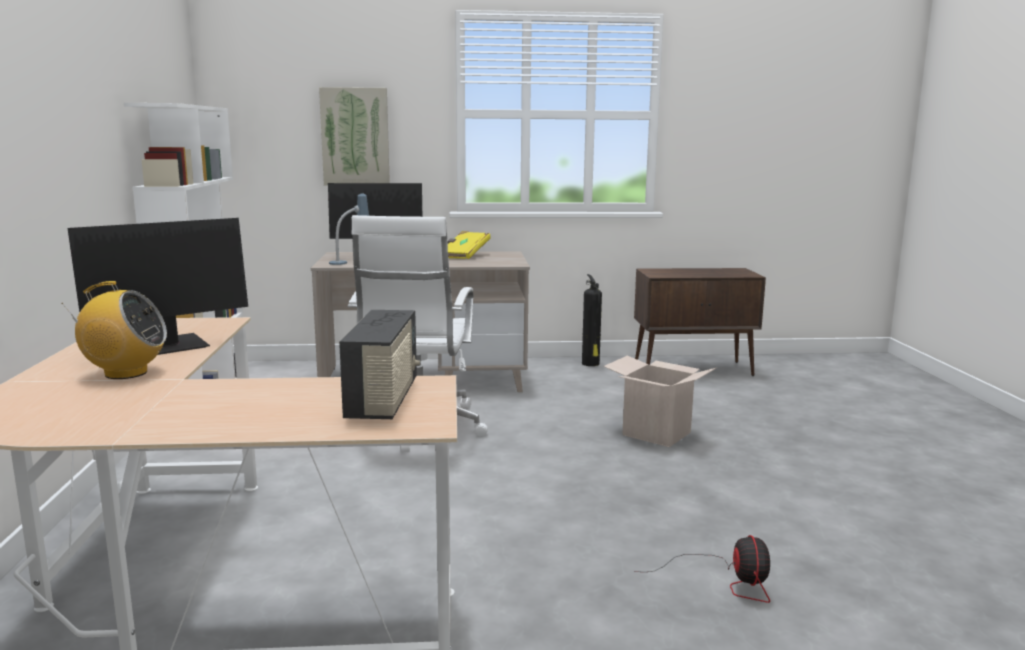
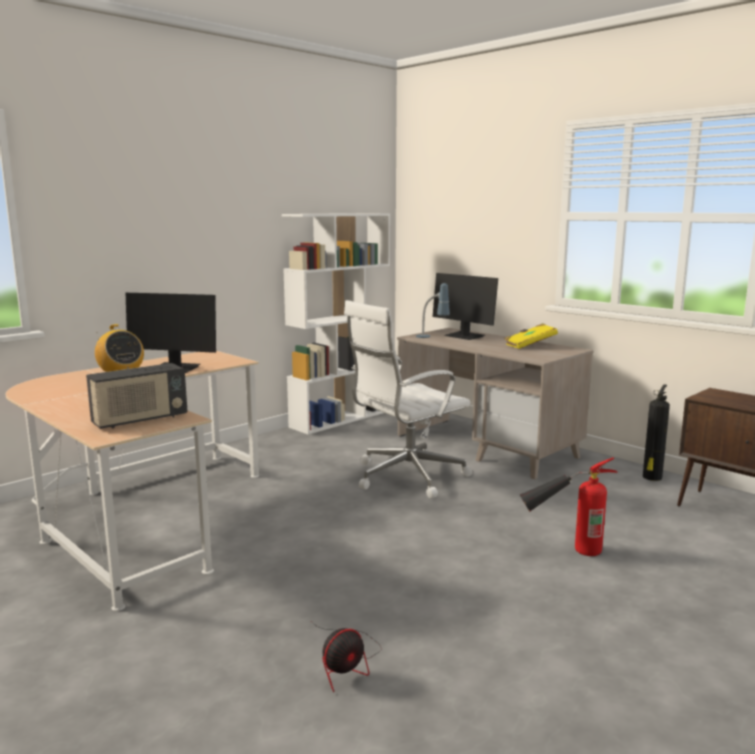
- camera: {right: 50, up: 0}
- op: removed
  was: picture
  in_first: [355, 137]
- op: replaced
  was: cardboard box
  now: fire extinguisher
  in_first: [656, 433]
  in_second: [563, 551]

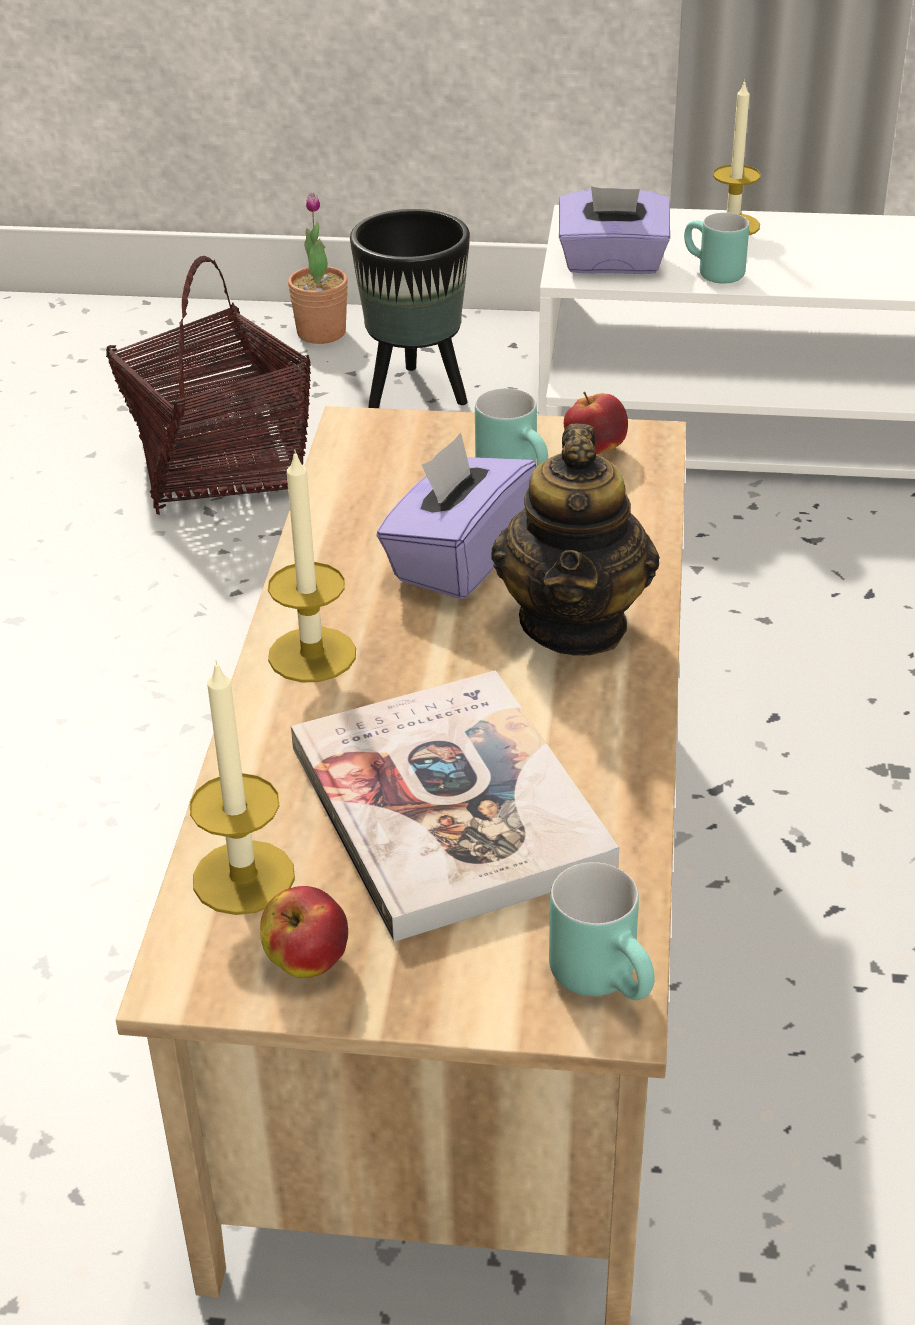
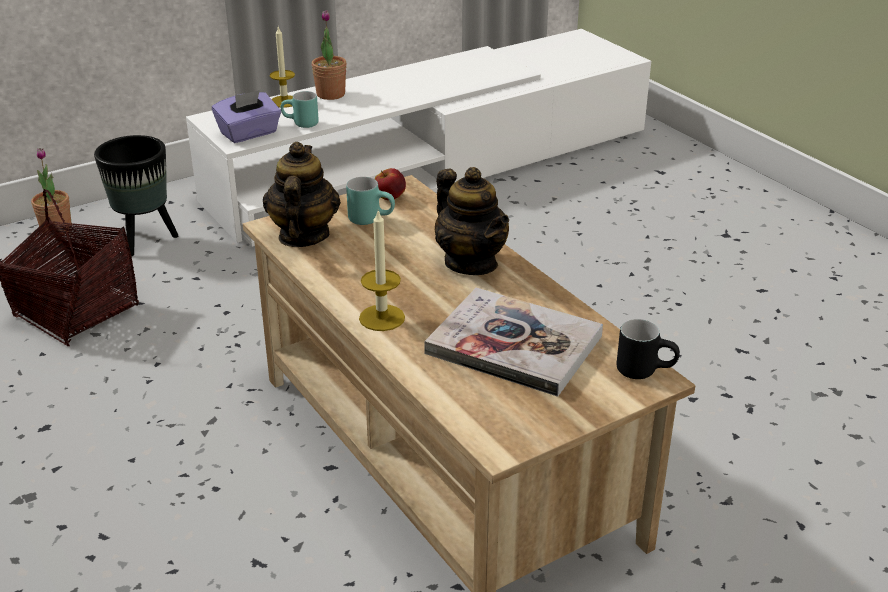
- camera: {right: -40, up: -5}
- op: removed
  was: candle
  in_first: [243, 877]
- op: removed
  was: apple
  in_first: [307, 962]
- op: removed
  was: purple tissue box
  in_first: [458, 559]
- op: added
  now: teapot
  in_second: [303, 236]
- op: added
  now: potted plant
  in_second: [330, 94]
- op: recoloured
  was: turquoise mug
  now: black mug
  in_first: [609, 980]
  in_second: [645, 370]

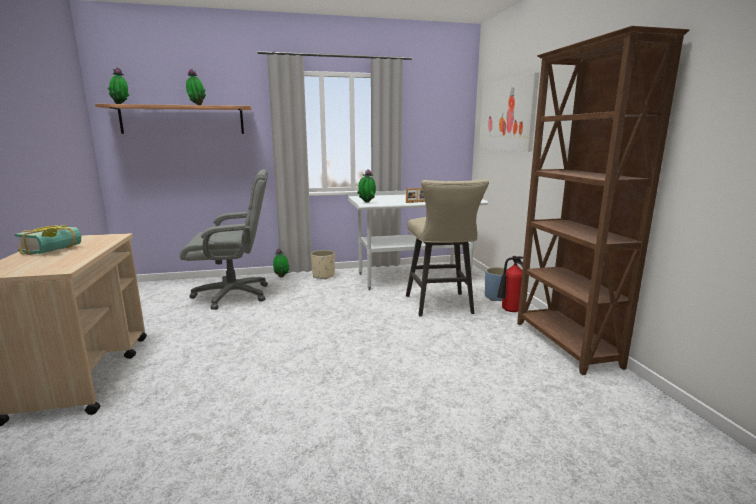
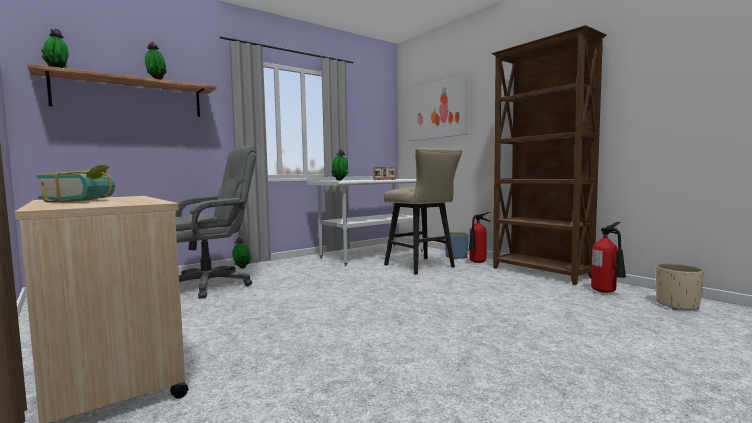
- camera: {right: -25, up: -10}
- op: added
  now: fire extinguisher
  in_second: [607, 292]
- op: moved
  was: beige planter
  in_first: [323, 276]
  in_second: [677, 305]

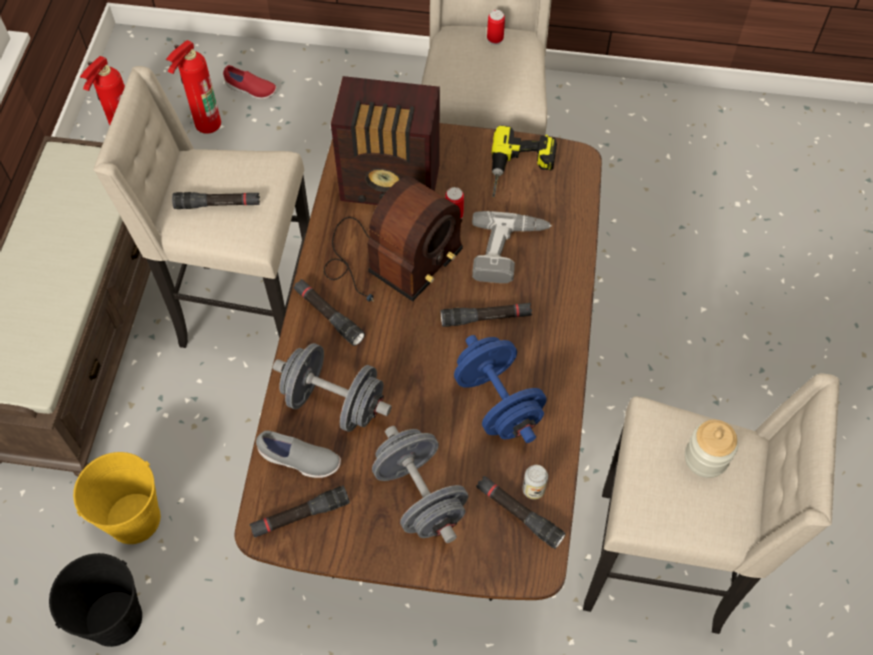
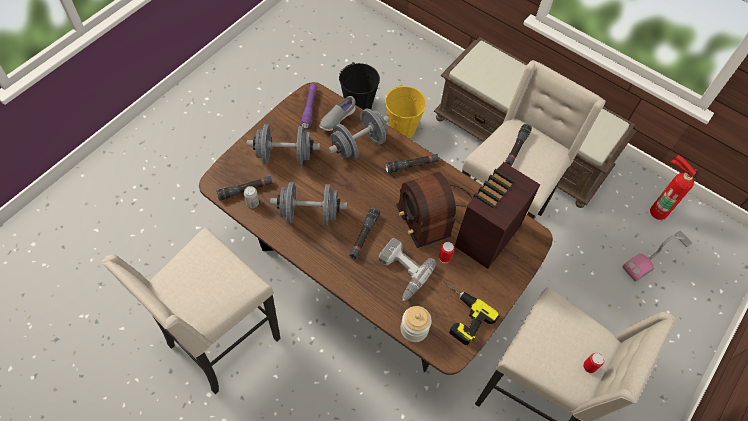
- camera: {right: 115, up: 0}
- op: removed
  was: red shoe
  in_first: [251, 90]
- op: moved
  was: jar
  in_first: [706, 458]
  in_second: [414, 329]
- op: replaced
  was: fire extinguisher
  now: vacuum cleaner
  in_first: [204, 124]
  in_second: [656, 256]
- op: recoloured
  was: black flashlight
  now: purple flashlight
  in_first: [300, 516]
  in_second: [309, 108]
- op: recoloured
  was: blue dumbbell
  now: grey dumbbell
  in_first: [498, 403]
  in_second: [309, 214]

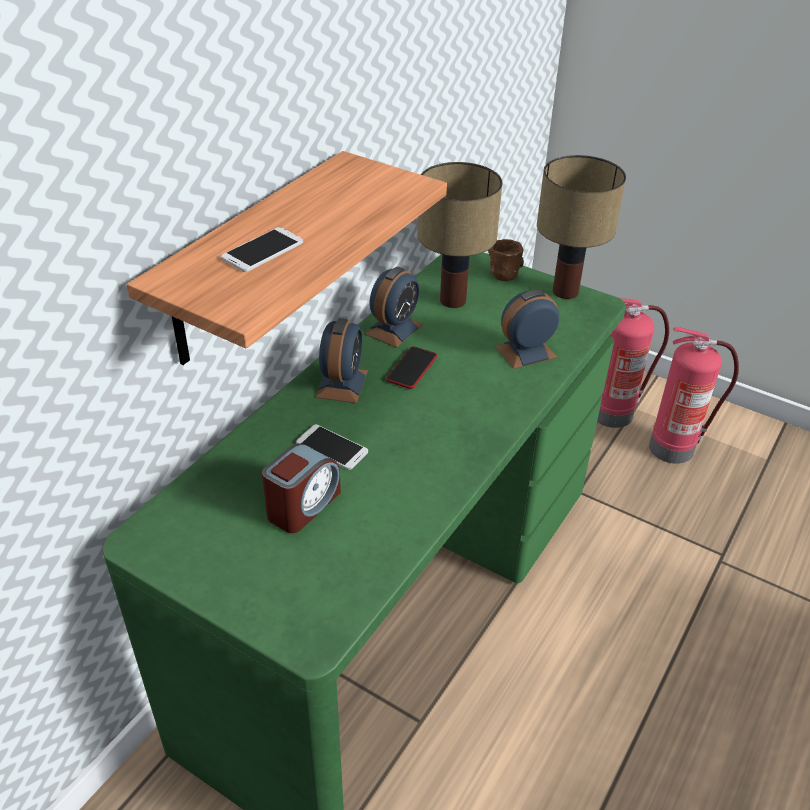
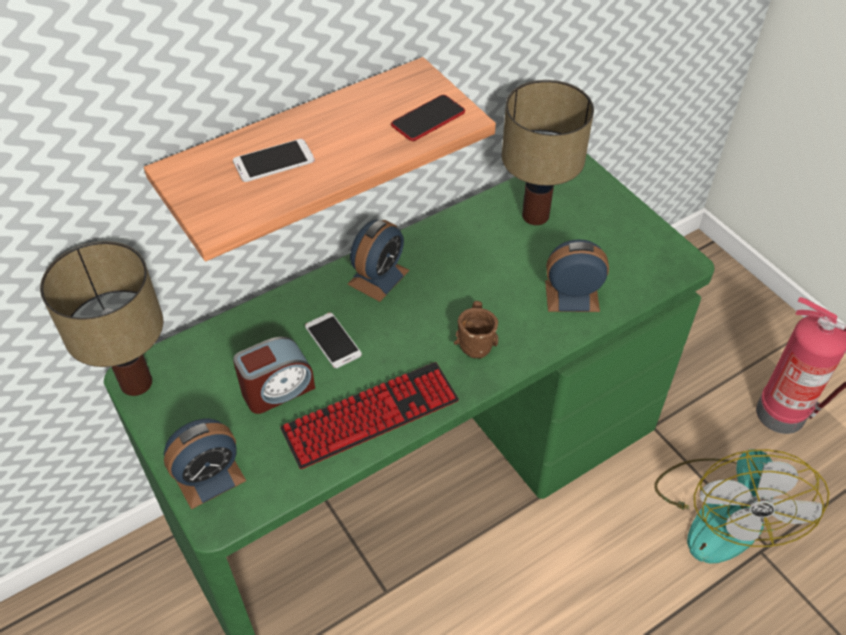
- camera: {right: 25, up: 10}
- op: removed
  was: fire extinguisher
  in_first: [613, 412]
- op: added
  now: keyboard
  in_second: [371, 416]
- op: added
  now: fan
  in_second: [722, 511]
- op: moved
  was: alarm clock
  in_first: [394, 329]
  in_second: [209, 477]
- op: moved
  was: phone
  in_first: [411, 368]
  in_second: [428, 119]
- op: moved
  was: brown mug
  in_first: [498, 270]
  in_second: [473, 337]
- op: moved
  was: table lamp
  in_first: [566, 291]
  in_second: [138, 382]

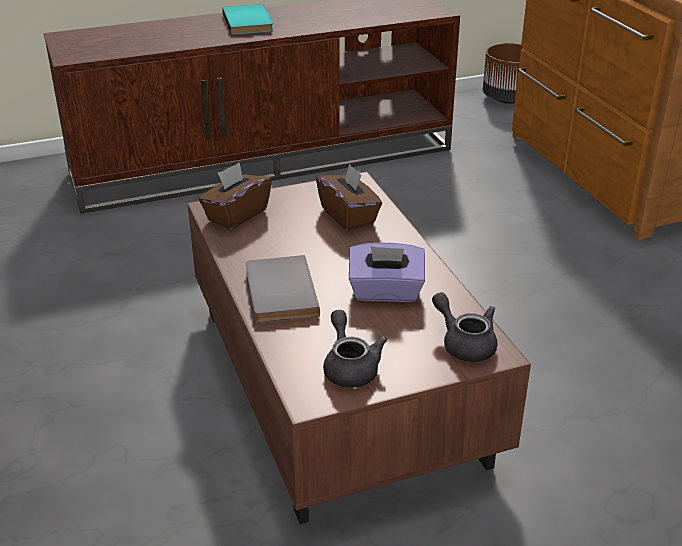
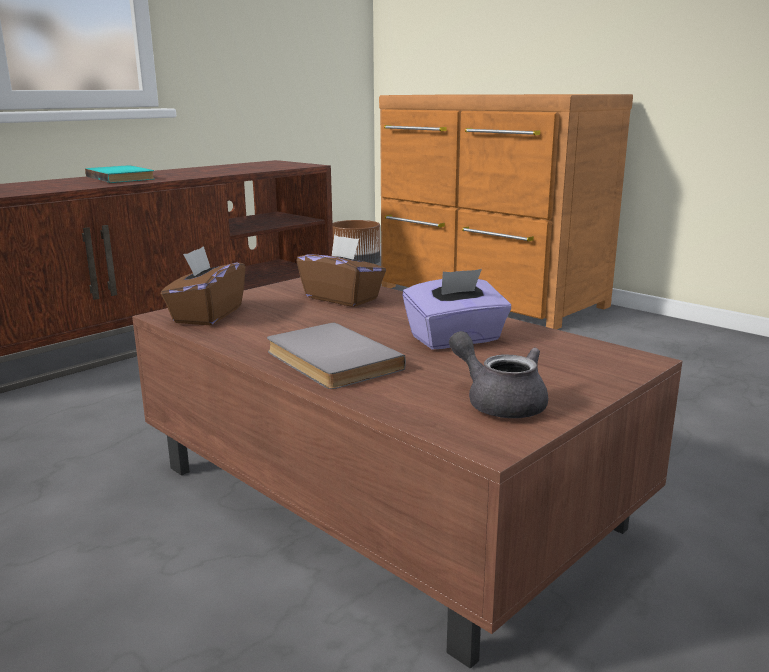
- camera: {right: -25, up: -15}
- op: removed
  was: grey teapot
  in_first: [464, 343]

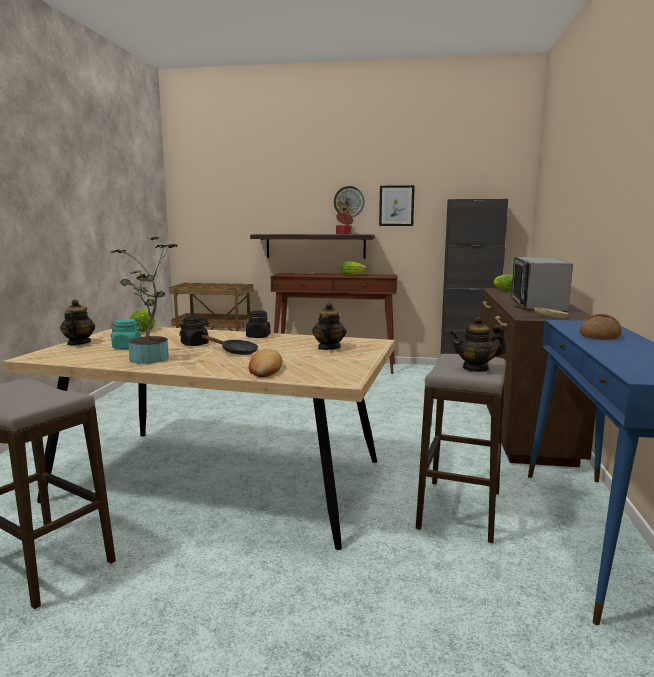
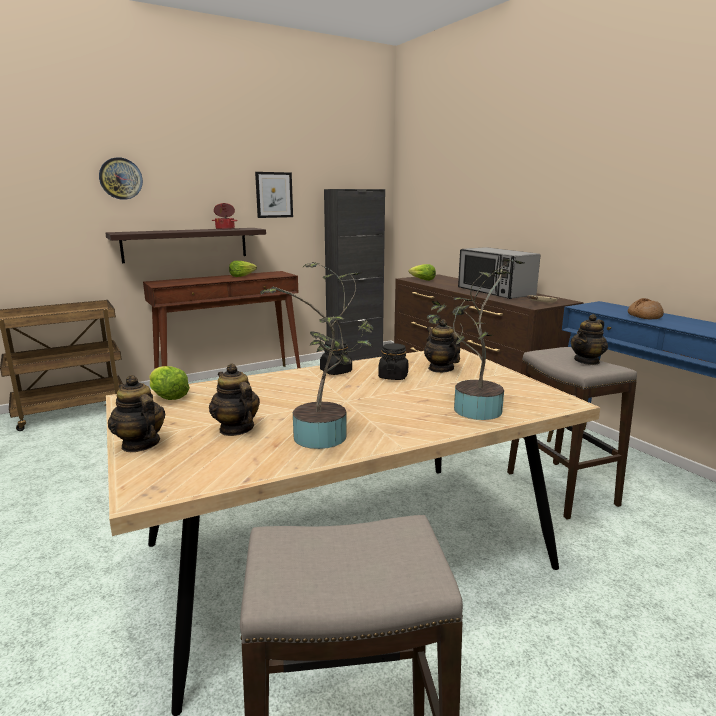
- camera: {right: -40, up: 5}
- op: removed
  was: black frying pan
  in_first: [235, 352]
- op: moved
  was: black jar
  in_first: [195, 344]
  in_second: [393, 376]
- op: moved
  was: wall clock
  in_first: [349, 202]
  in_second: [120, 178]
- op: replaced
  was: turquoise jar
  now: teapot
  in_first: [127, 347]
  in_second: [236, 429]
- op: replaced
  was: bread
  now: potted plant
  in_first: [264, 369]
  in_second: [471, 410]

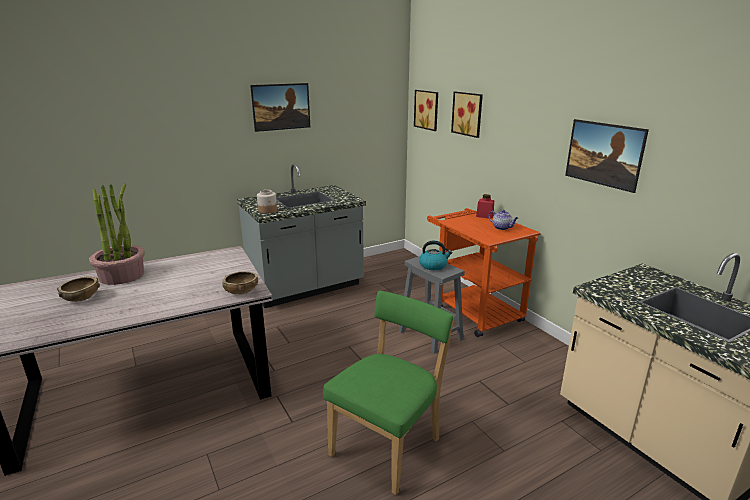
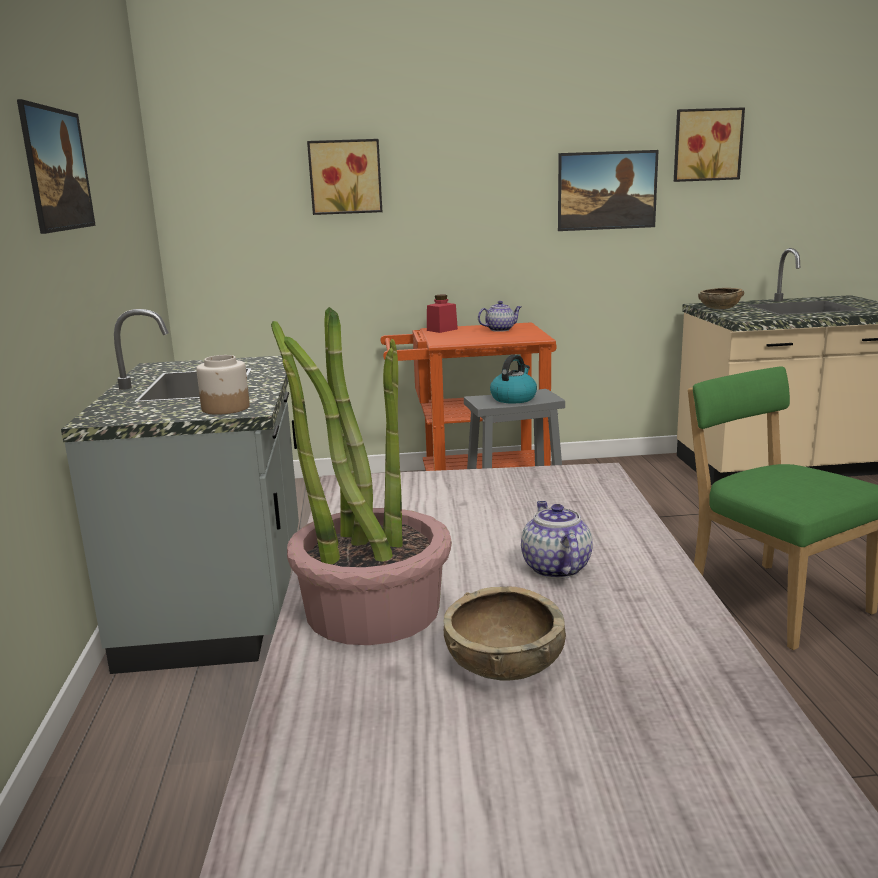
- camera: {right: -65, up: -5}
- op: added
  now: teapot
  in_second: [554, 568]
- op: moved
  was: brown bowl
  in_first: [241, 291]
  in_second: [720, 308]
- op: moved
  was: picture
  in_first: [427, 110]
  in_second: [706, 145]

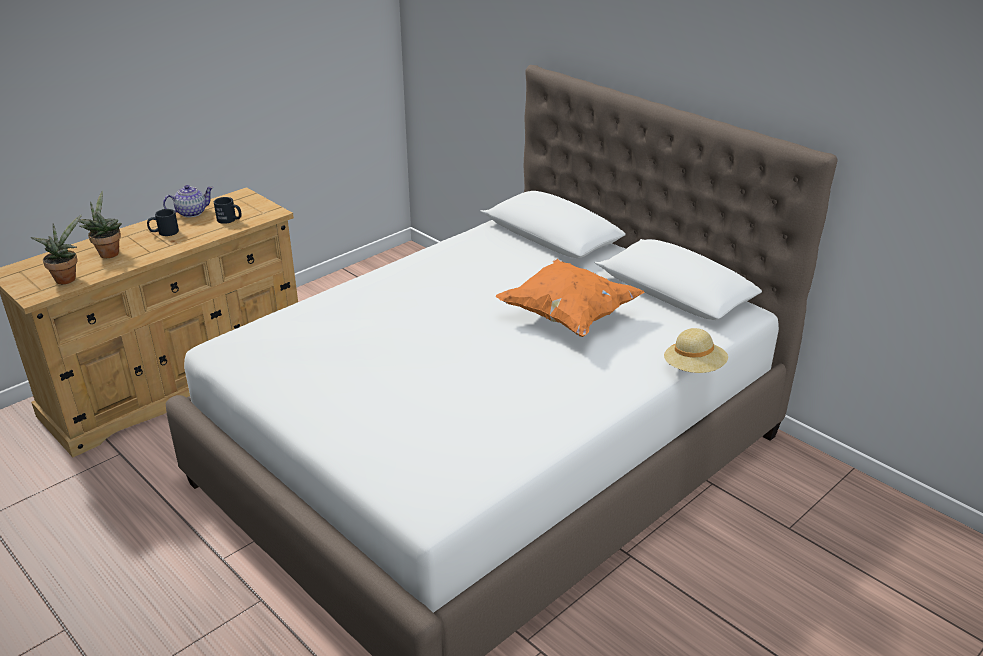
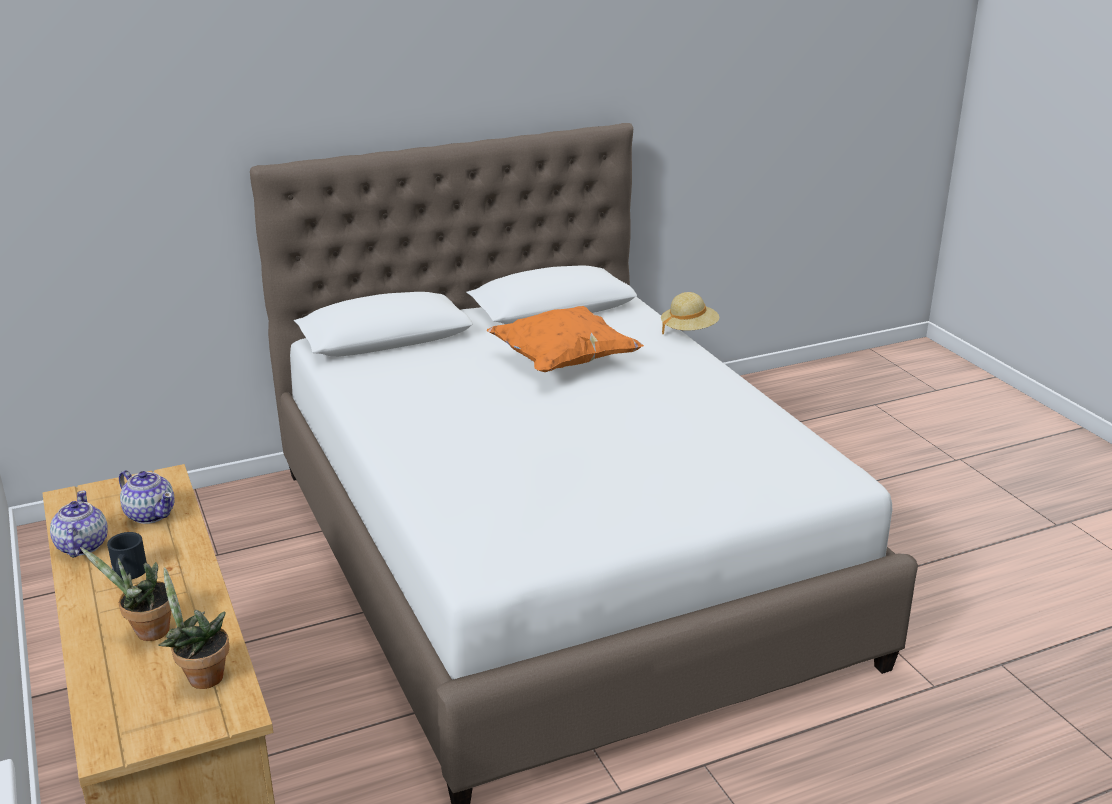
- camera: {right: -70, up: -5}
- op: replaced
  was: black mug
  now: teapot
  in_first: [230, 220]
  in_second: [150, 514]

